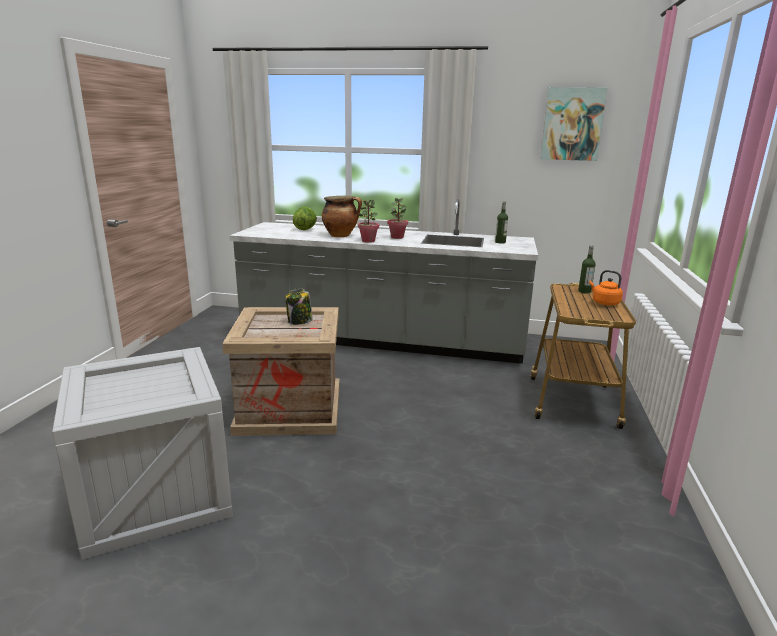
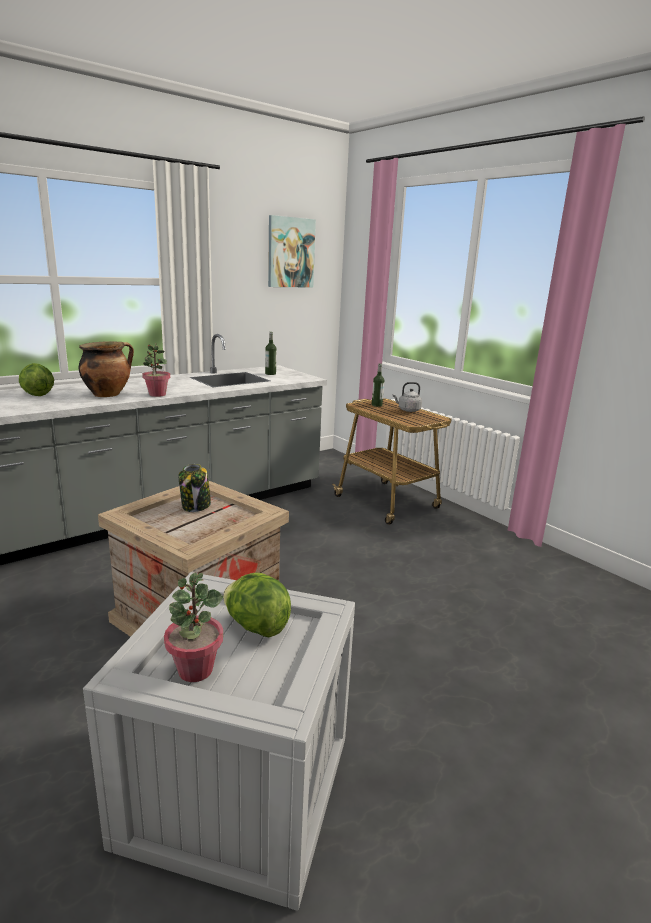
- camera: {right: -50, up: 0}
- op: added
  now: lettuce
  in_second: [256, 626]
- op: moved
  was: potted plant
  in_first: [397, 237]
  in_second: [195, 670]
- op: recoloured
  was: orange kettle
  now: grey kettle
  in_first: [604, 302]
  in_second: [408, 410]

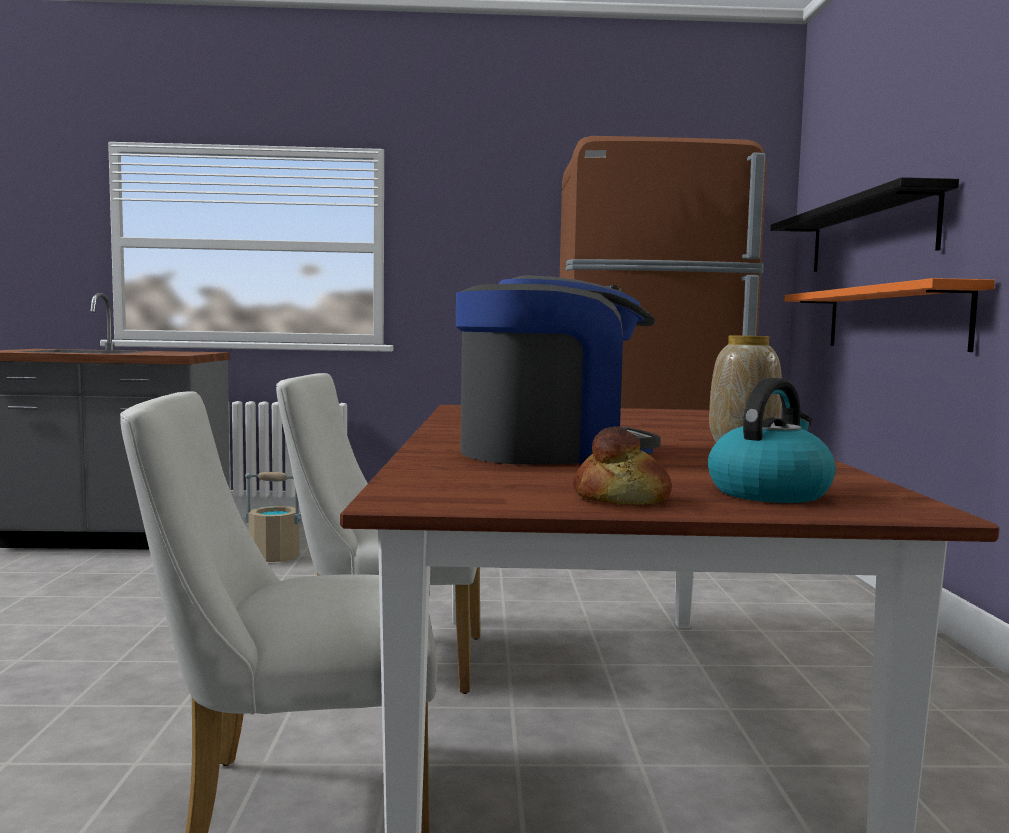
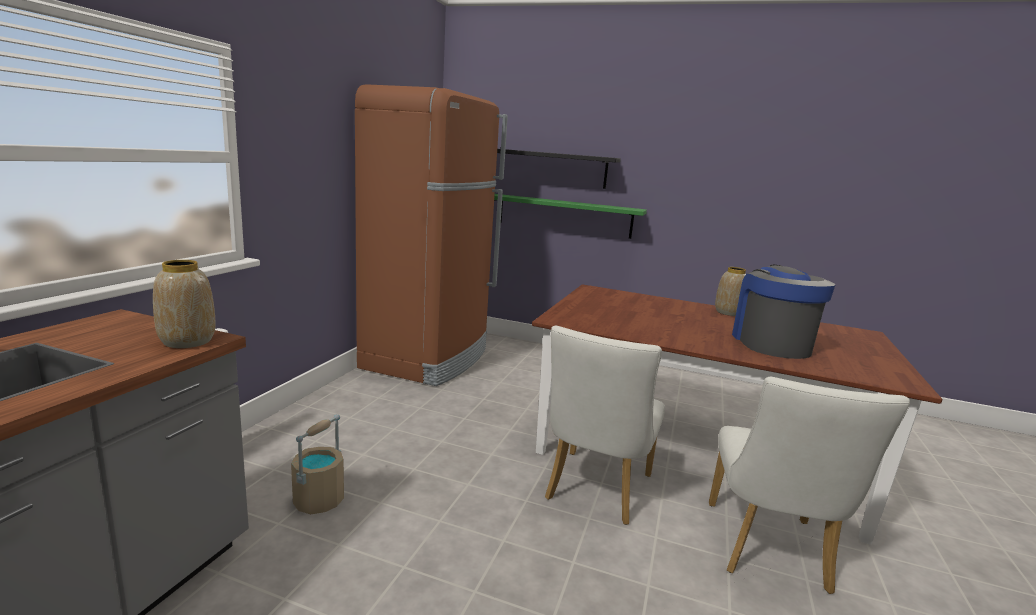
- camera: {right: -70, up: 10}
- op: removed
  was: bread
  in_first: [622, 498]
- op: removed
  was: kettle
  in_first: [769, 492]
- op: added
  now: vase
  in_second: [187, 341]
- op: recoloured
  was: orange shelf
  now: green shelf
  in_first: [892, 318]
  in_second: [564, 215]

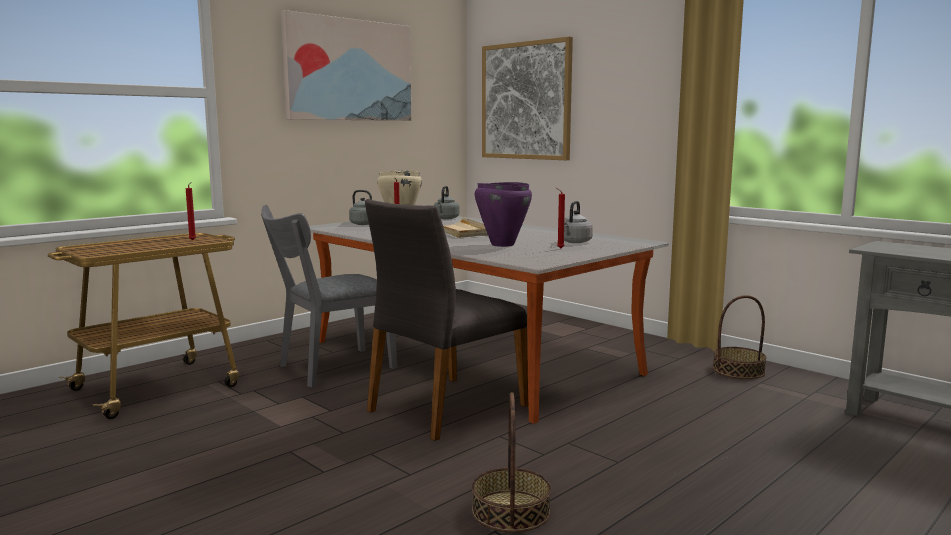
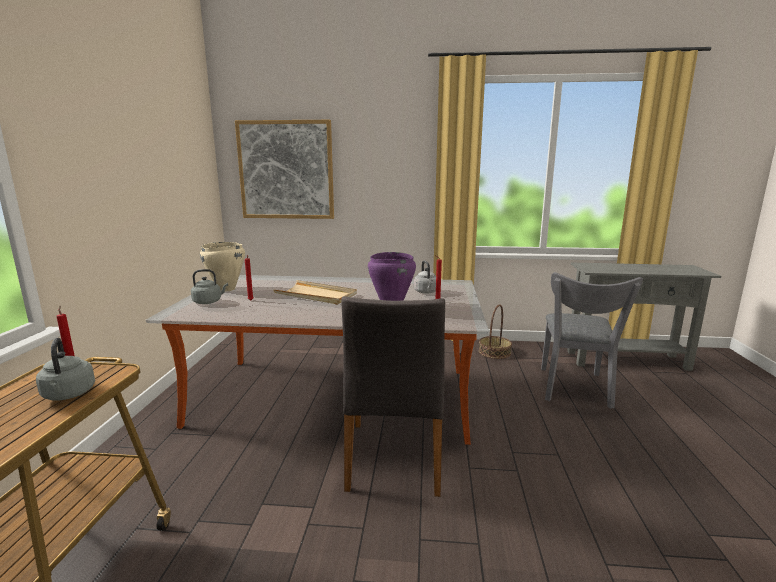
- camera: {right: -40, up: 5}
- op: removed
  was: picture
  in_first: [349, 70]
- op: removed
  was: basket
  in_first: [510, 511]
- op: moved
  was: grey chair
  in_first: [329, 368]
  in_second: [574, 390]
- op: moved
  was: grey kettle
  in_first: [446, 218]
  in_second: [68, 395]

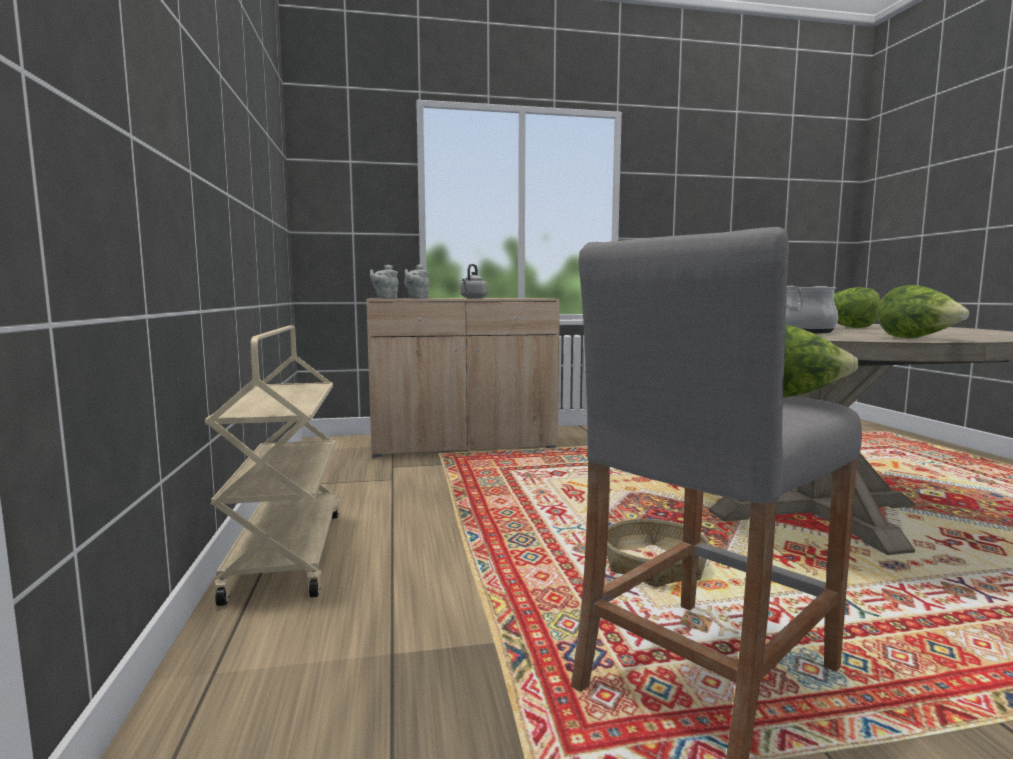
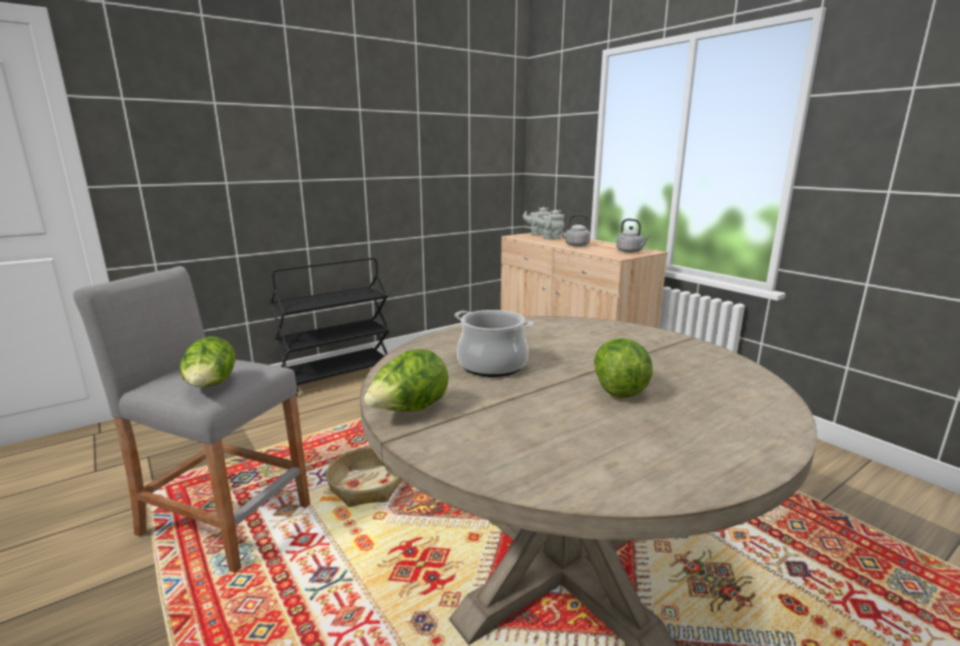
- camera: {right: 65, up: 10}
- op: added
  now: grey kettle
  in_second: [630, 251]
- op: recoloured
  was: beige cart
  now: black cart
  in_first: [286, 552]
  in_second: [337, 377]

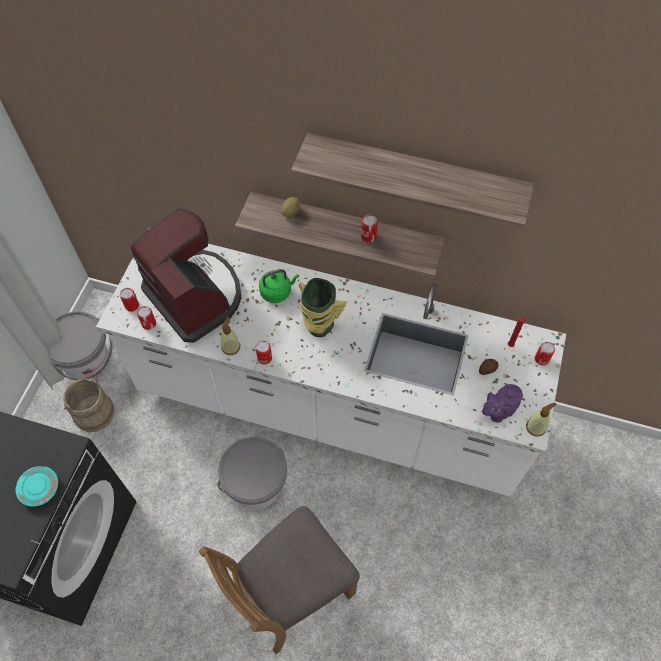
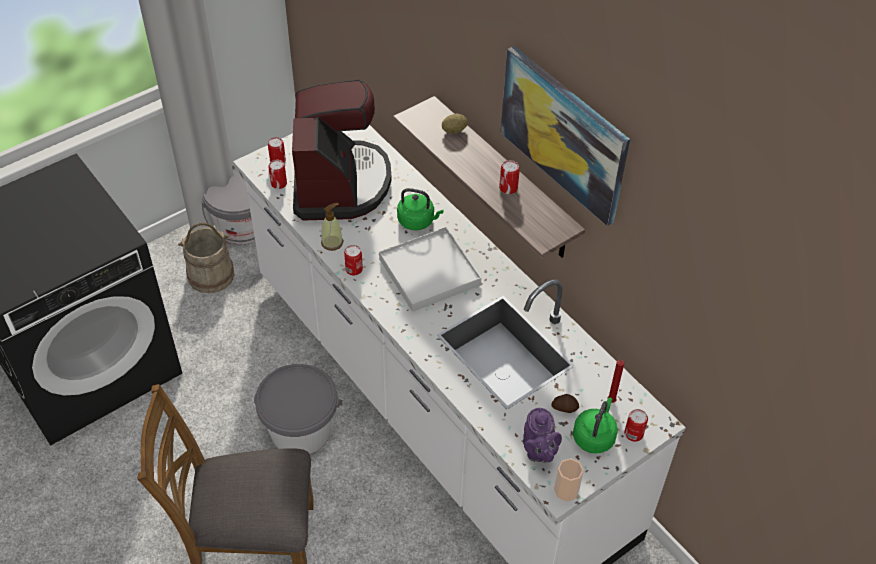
- camera: {right: 35, up: -10}
- op: removed
  was: turquoise plate
  in_first: [40, 488]
- op: added
  now: green kettle
  in_second: [594, 436]
- op: replaced
  was: shelf
  now: picture
  in_first: [415, 177]
  in_second: [563, 134]
- op: replaced
  was: vase
  now: white tray
  in_first: [319, 326]
  in_second: [429, 272]
- op: replaced
  was: soap dispenser
  now: cup
  in_first: [536, 427]
  in_second: [566, 490]
- op: turned
  was: purple teapot
  in_first: [497, 412]
  in_second: [538, 451]
  clockwise: -105

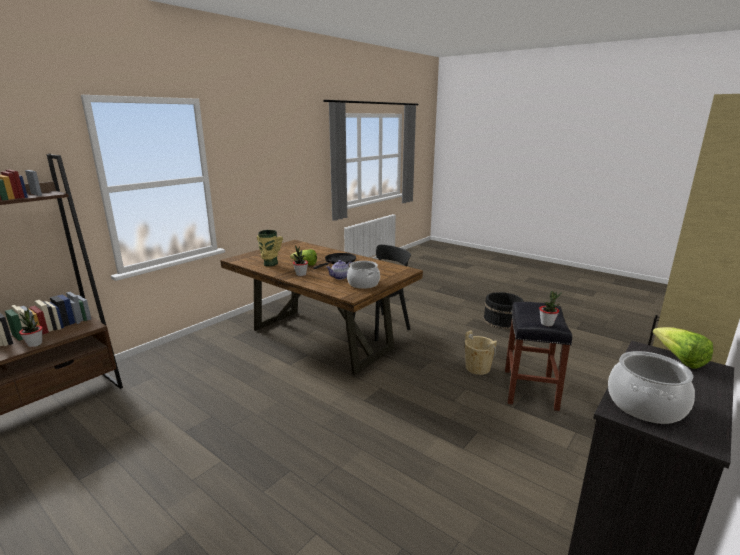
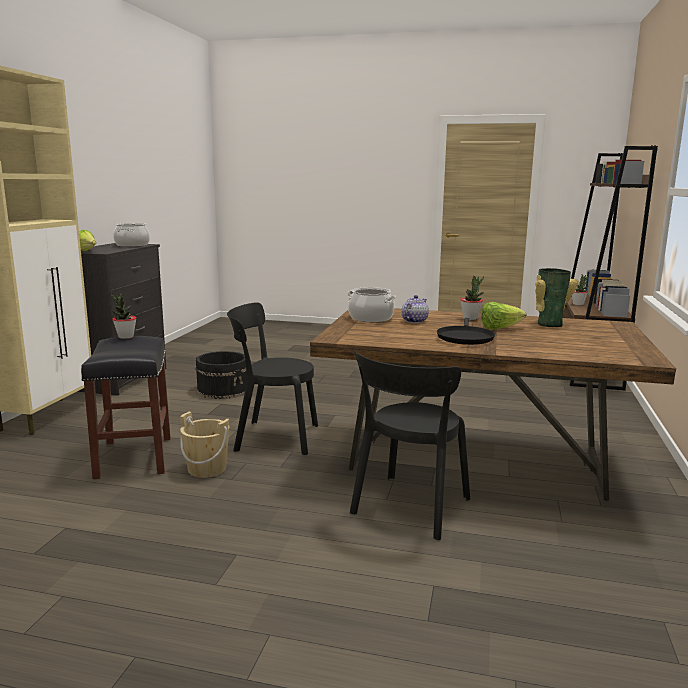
- camera: {right: 155, up: -5}
- op: added
  now: black chair
  in_second: [272, 437]
- op: moved
  was: black bucket
  in_first: [501, 321]
  in_second: [223, 390]

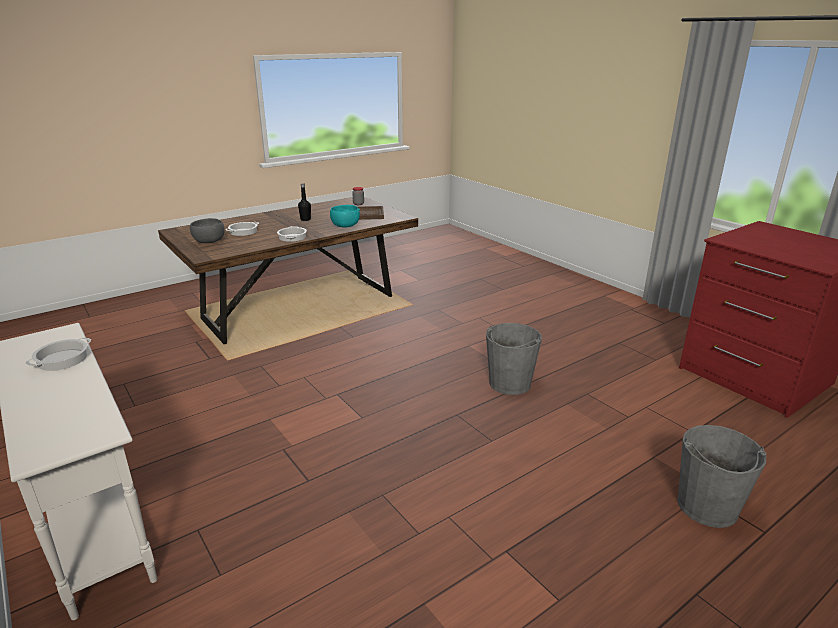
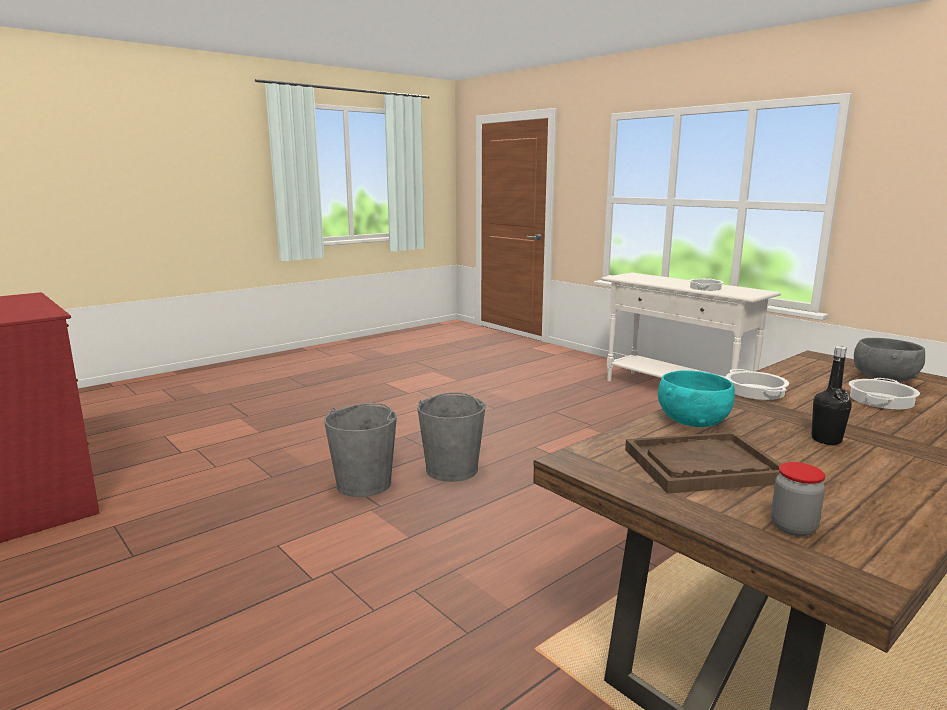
- camera: {right: 175, up: -10}
- op: moved
  was: grey bucket
  in_first: [707, 507]
  in_second: [452, 469]

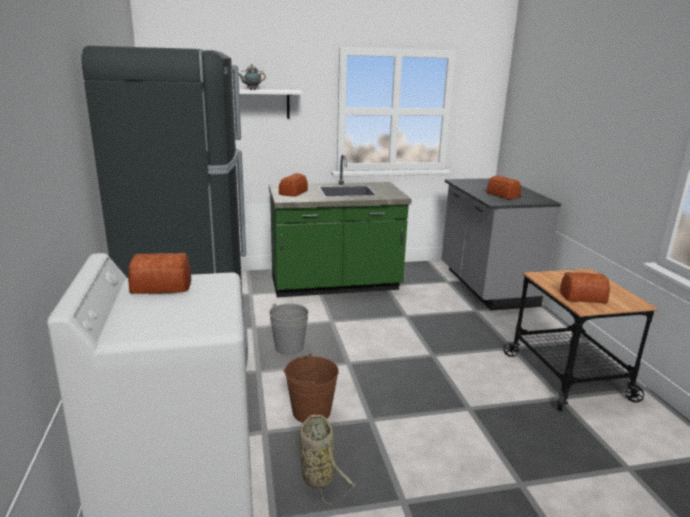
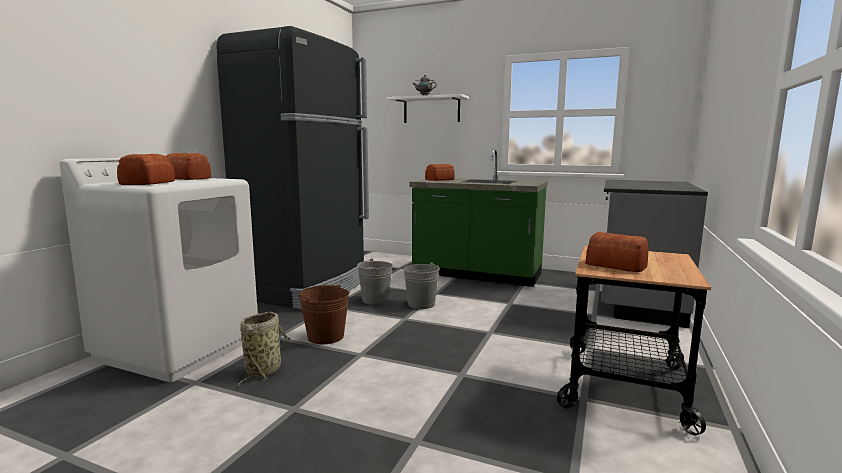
- camera: {right: 35, up: -10}
- op: added
  now: grey bucket
  in_second: [421, 304]
- op: moved
  was: bread
  in_first: [503, 195]
  in_second: [146, 183]

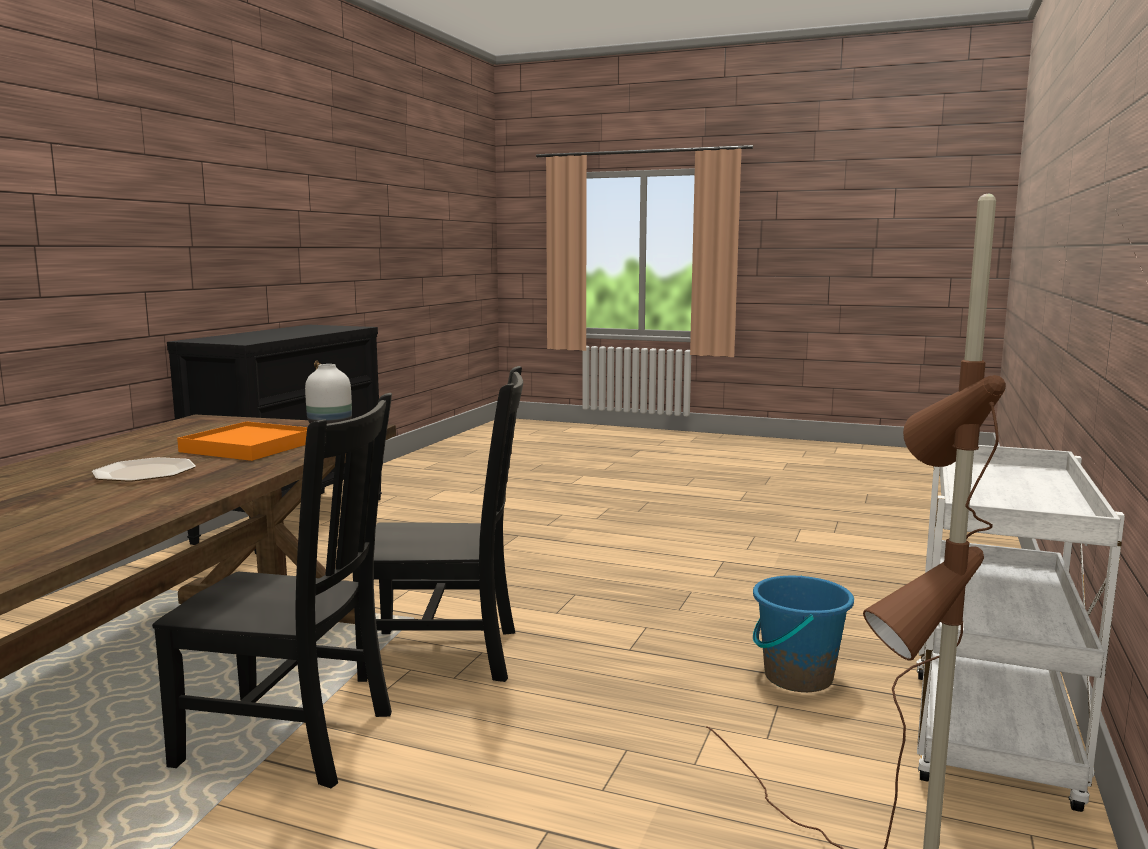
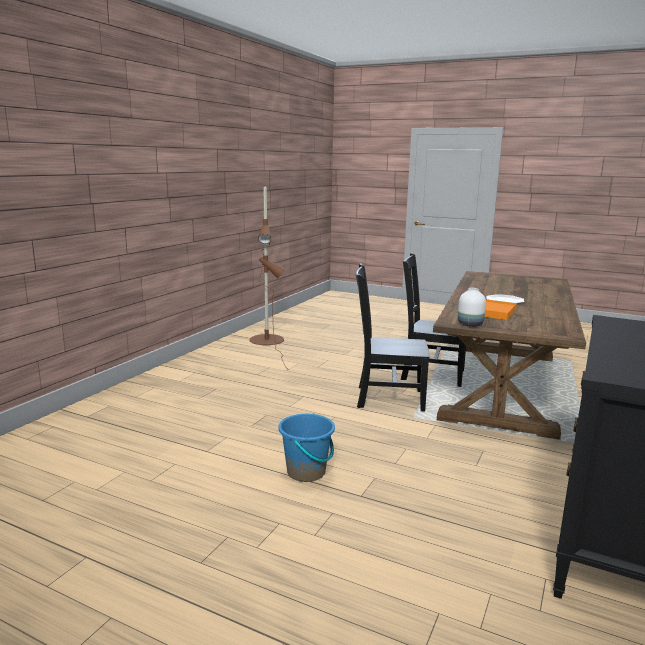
- camera: {right: -175, up: 5}
- op: removed
  was: white cart
  in_first: [993, 741]
- op: moved
  was: blue bucket
  in_first: [797, 677]
  in_second: [306, 472]

